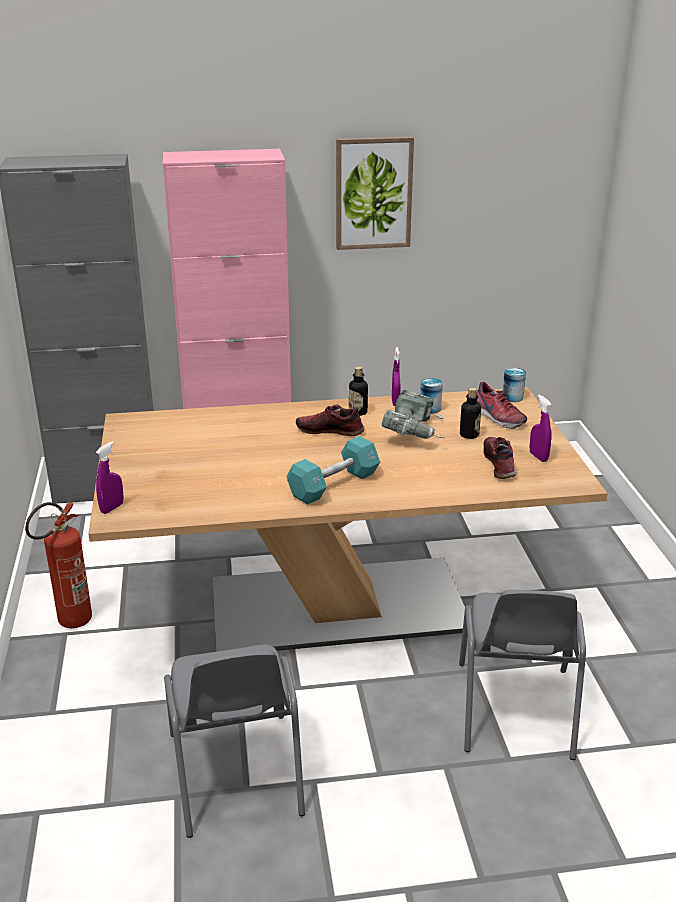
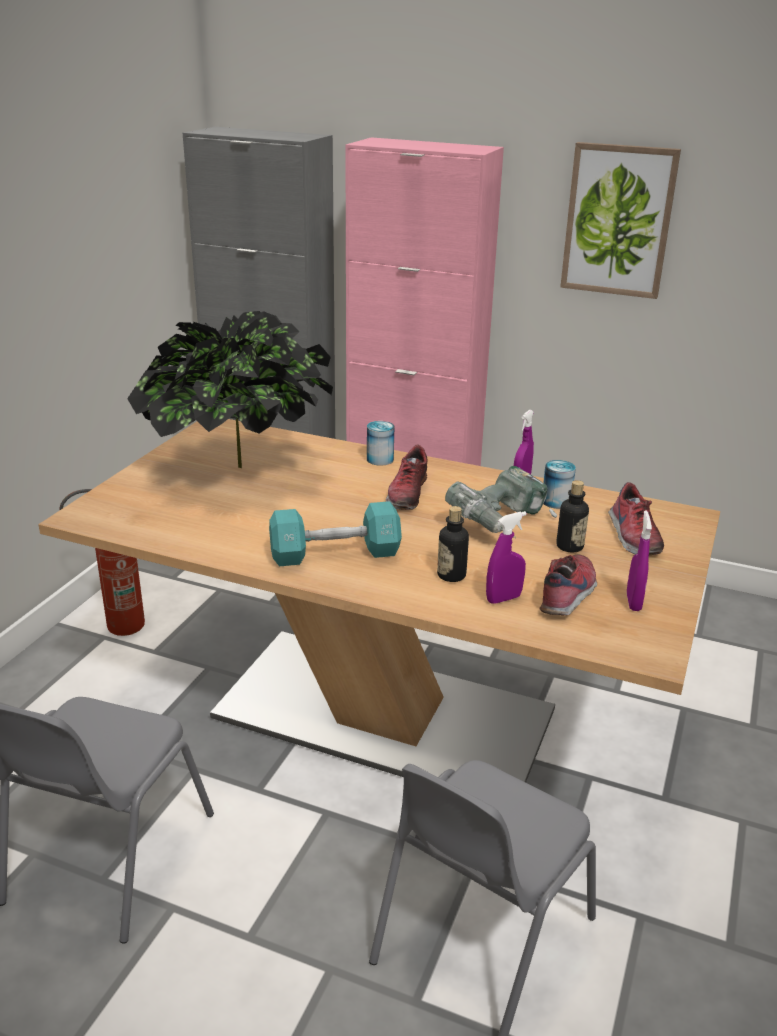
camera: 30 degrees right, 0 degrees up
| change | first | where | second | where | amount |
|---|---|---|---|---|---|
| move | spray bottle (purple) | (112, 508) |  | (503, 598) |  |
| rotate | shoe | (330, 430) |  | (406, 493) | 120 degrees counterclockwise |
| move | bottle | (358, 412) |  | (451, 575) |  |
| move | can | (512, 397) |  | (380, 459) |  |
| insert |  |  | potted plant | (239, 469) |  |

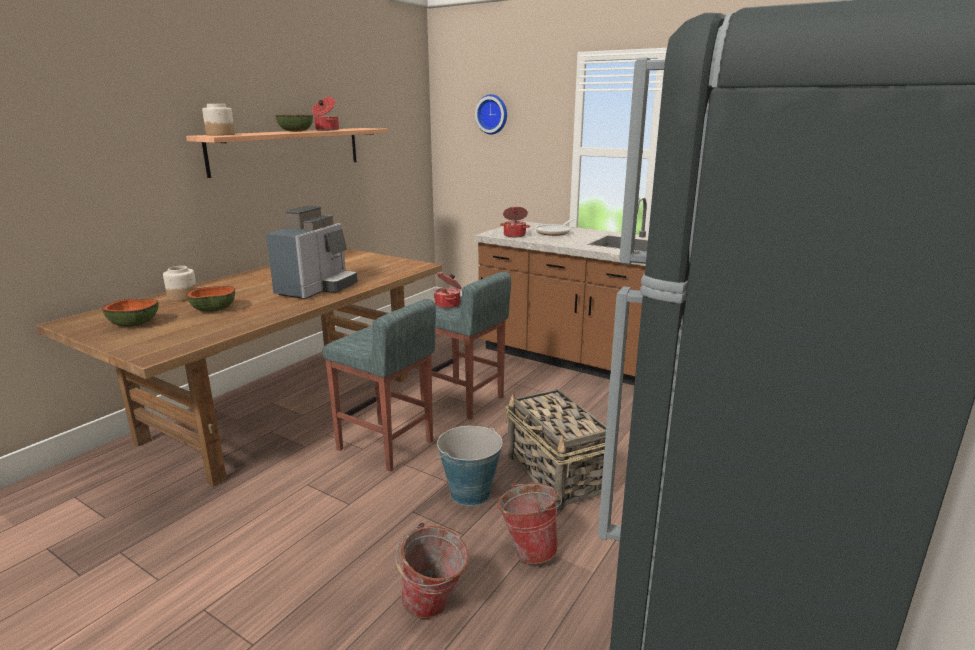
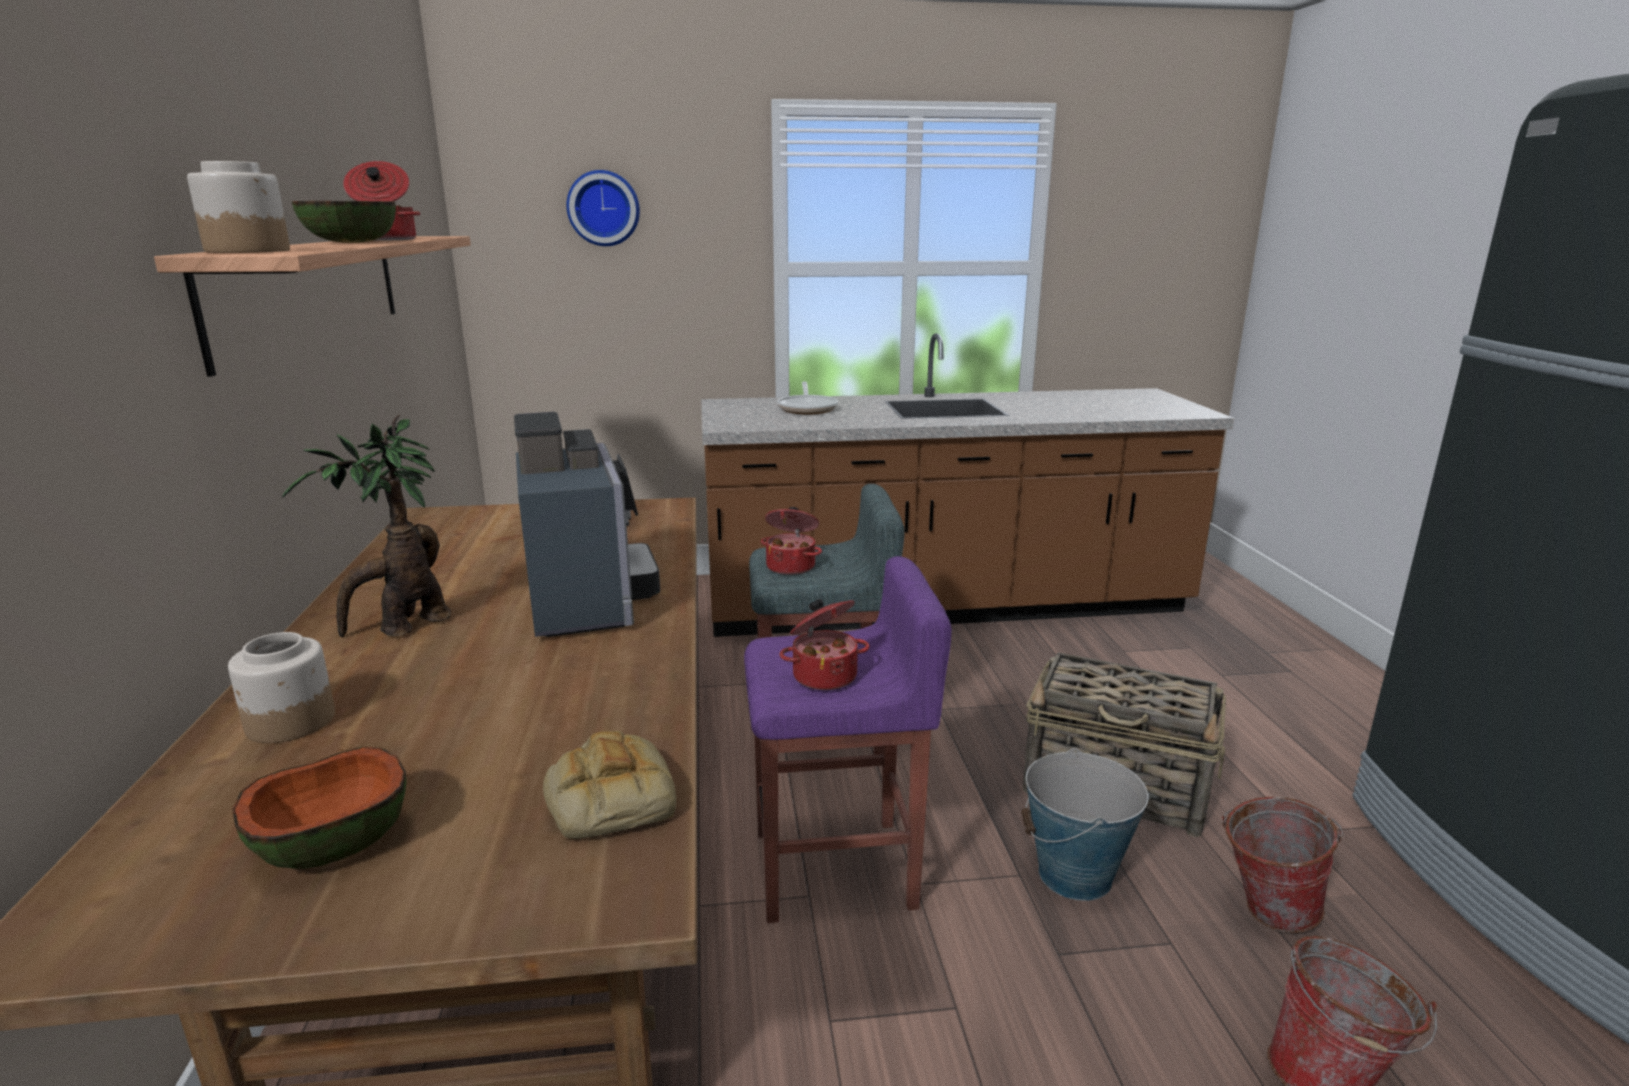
camera: 40 degrees left, 0 degrees up
| change | first | where | second | where | amount |
|---|---|---|---|---|---|
| delete | bowl | (213, 310) |  |  |  |
| recolor | stool (grey) | (386, 446) | stool (purple) | (837, 869) |  |
| move | cooking pot | (515, 235) |  | (824, 675) |  |
| insert |  |  | potted plant | (405, 627) |  |
| insert |  |  | bread | (608, 797) |  |

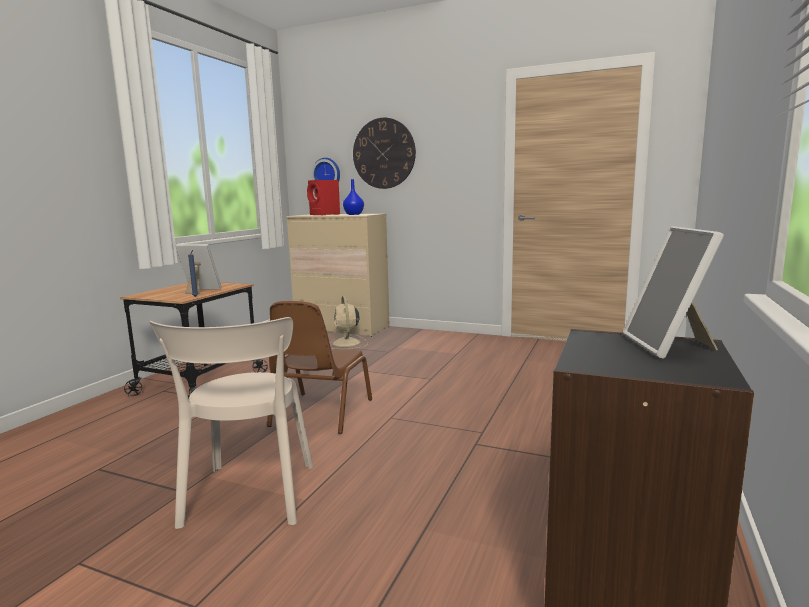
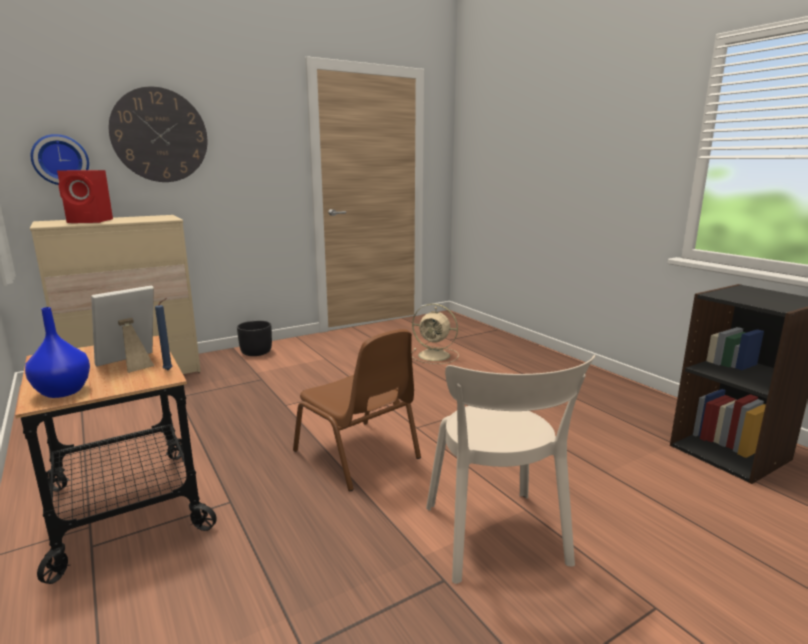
camera: 55 degrees left, 5 degrees up
| change | first | where | second | where | amount |
|---|---|---|---|---|---|
| rotate | chair (beige) | (248, 498) |  | (497, 539) | 45 degrees clockwise |
| move | fan (beige) | (346, 343) |  | (435, 355) |  |
| move | vase (blue) | (354, 214) |  | (64, 391) |  |
| delete | picture frame | (669, 346) |  |  |  |
| insert |  |  | planter (black) | (256, 352) |  |

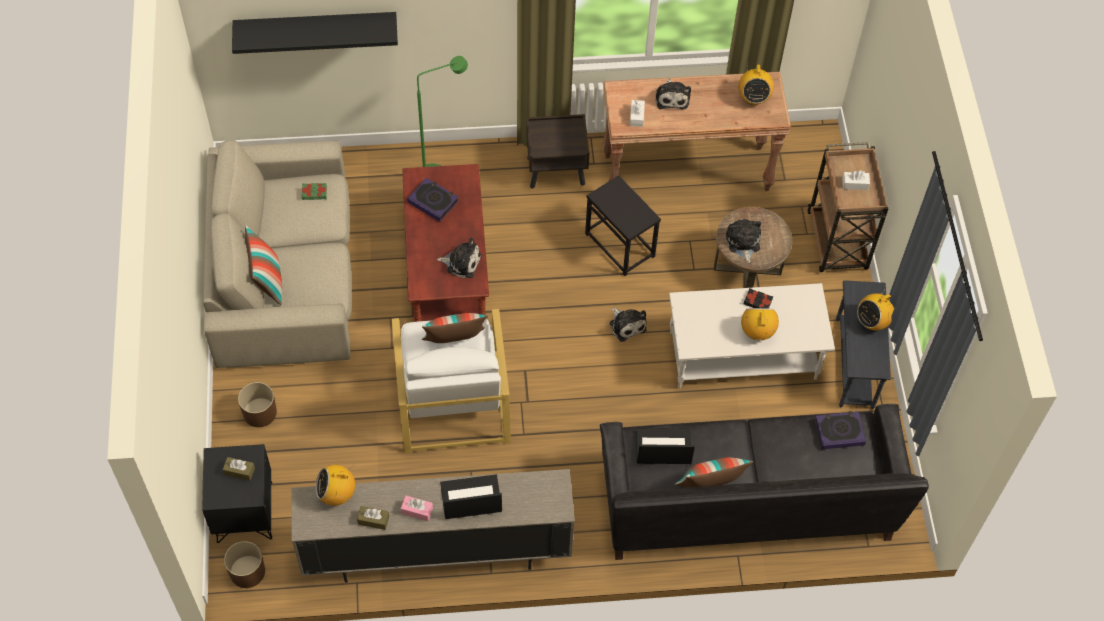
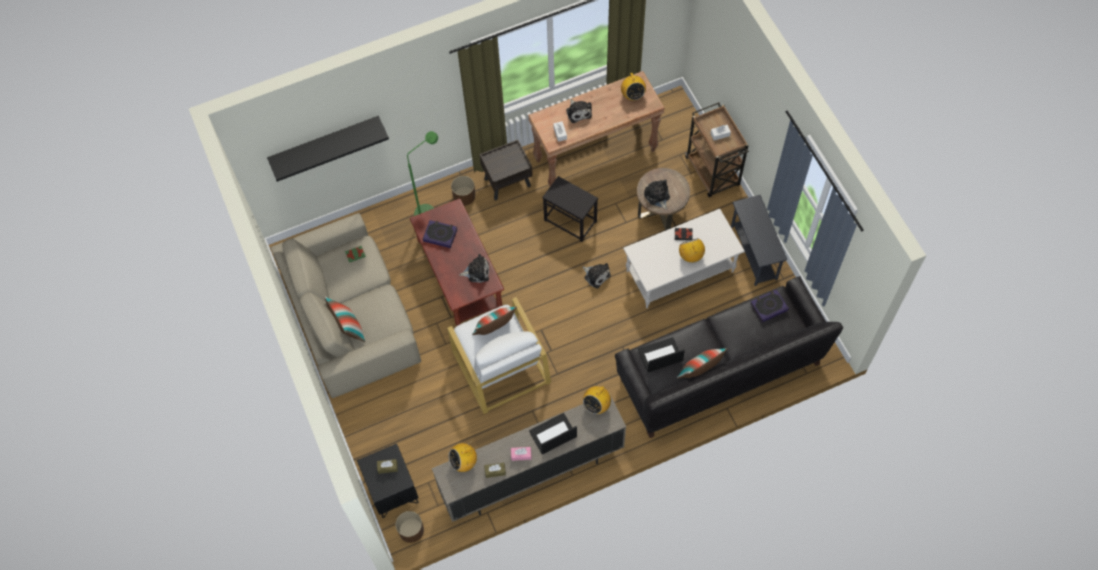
camera: 15 degrees left, 5 degrees up
| change | first | where | second | where | amount |
|---|---|---|---|---|---|
| move | planter (brown) | (259, 412) |  | (464, 196) |  |
| move | radio | (872, 322) |  | (596, 405) |  |

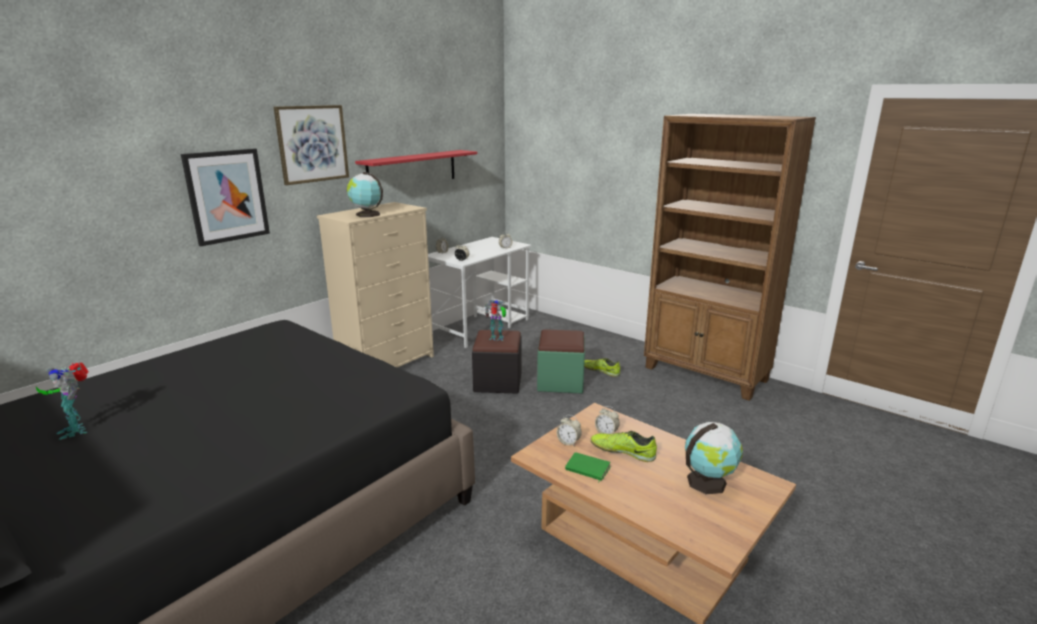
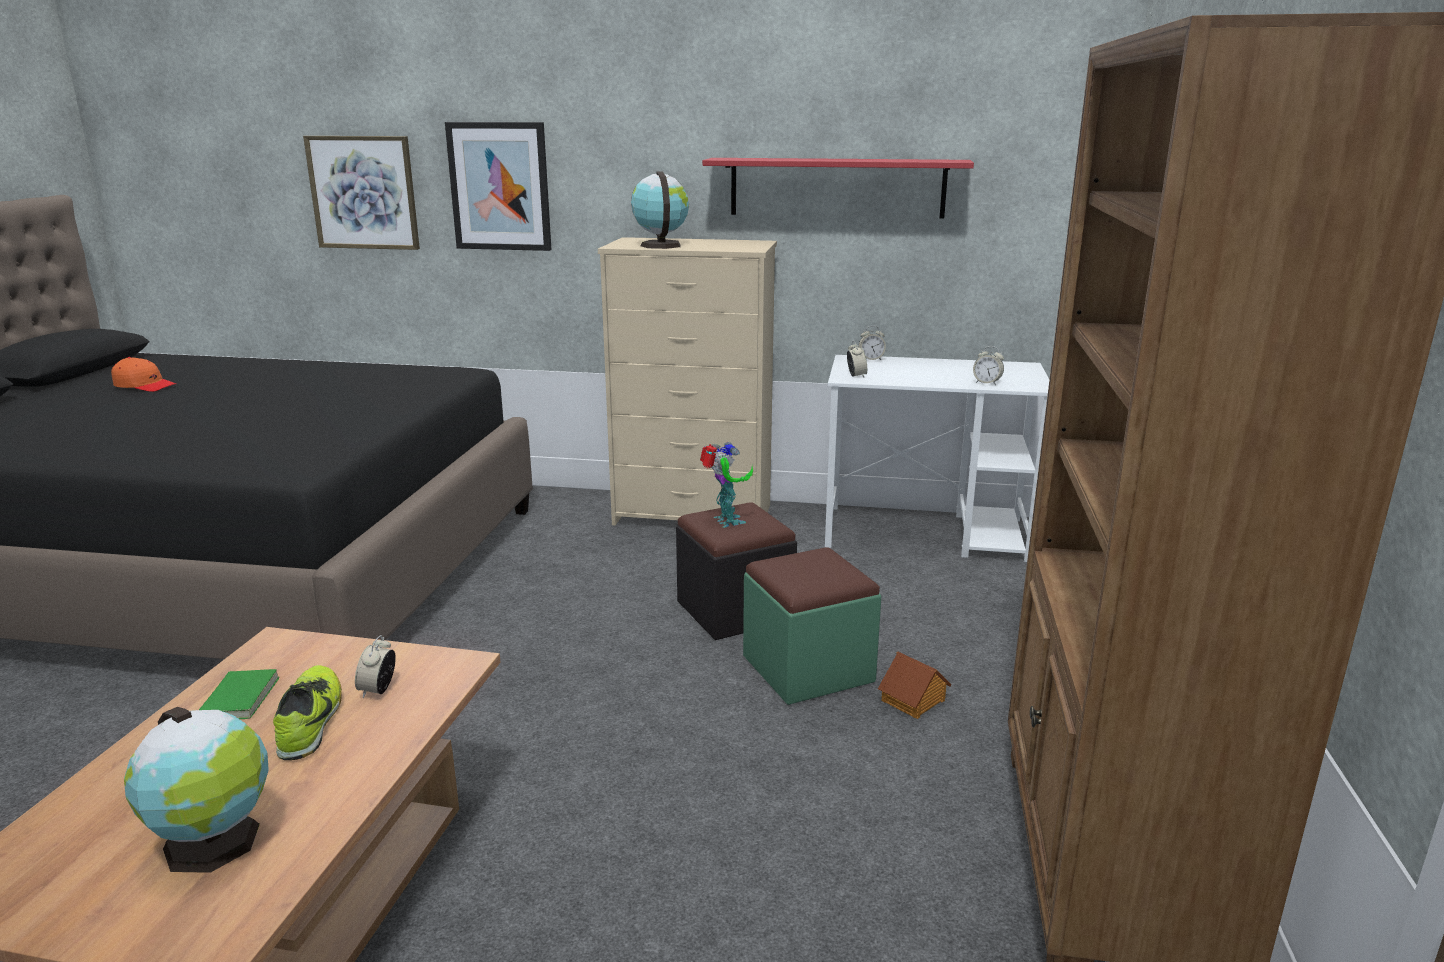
camera: 60 degrees right, 0 degrees up
| change | first | where | second | where | amount |
|---|---|---|---|---|---|
| replace | toy robot | (76, 429) | cap (orange) | (145, 385) |  |
| move | picture | (312, 144) |  | (363, 193) |  |
| delete | alarm clock | (568, 442) |  |  |  |
| replace | shoe | (600, 371) | toy house | (914, 701) |  |

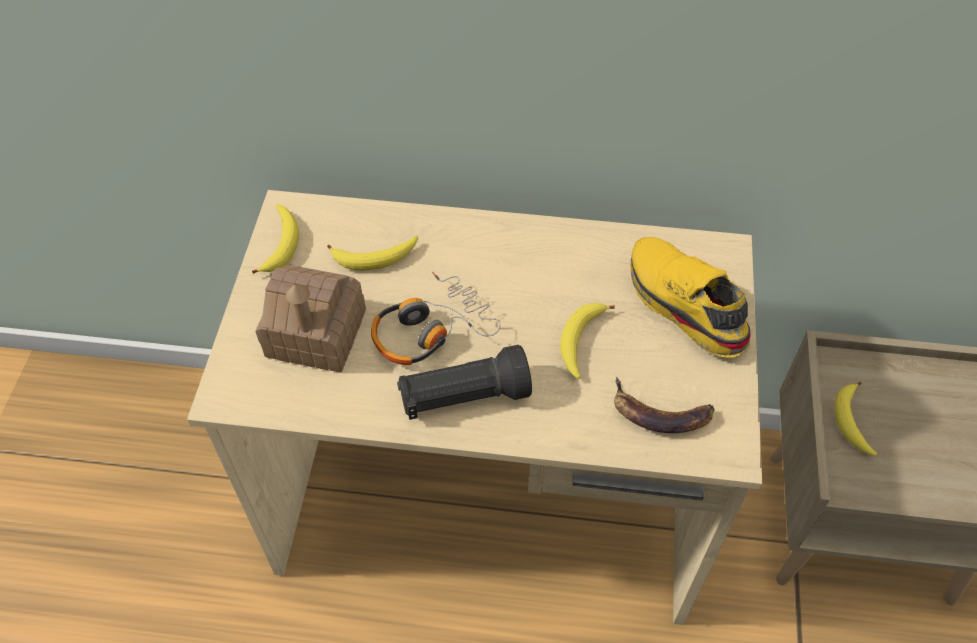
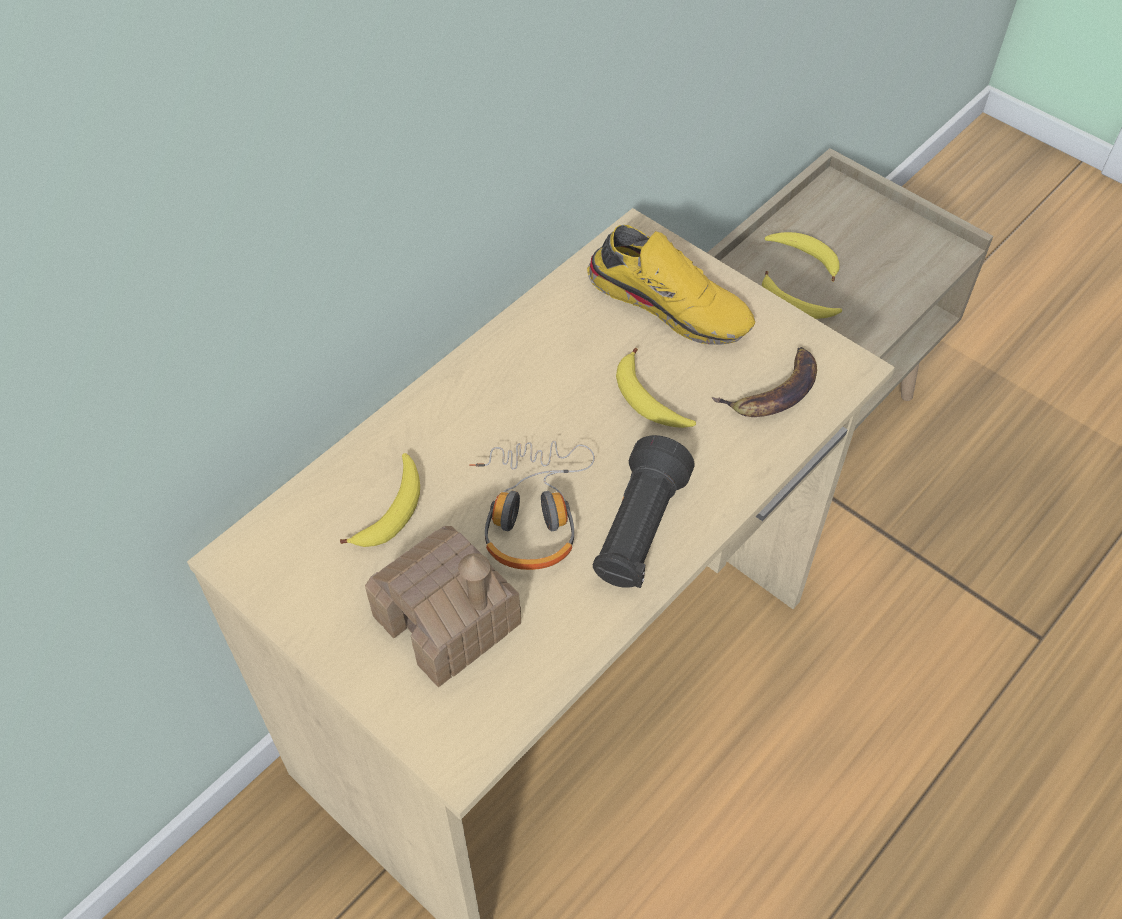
camera: 55 degrees left, 0 degrees up
| change | first | where | second | where | amount |
|---|---|---|---|---|---|
| move | banana | (281, 244) |  | (804, 257) |  |
| rotate | shoe (yellow) | (682, 306) |  | (671, 303) | 150 degrees counterclockwise |

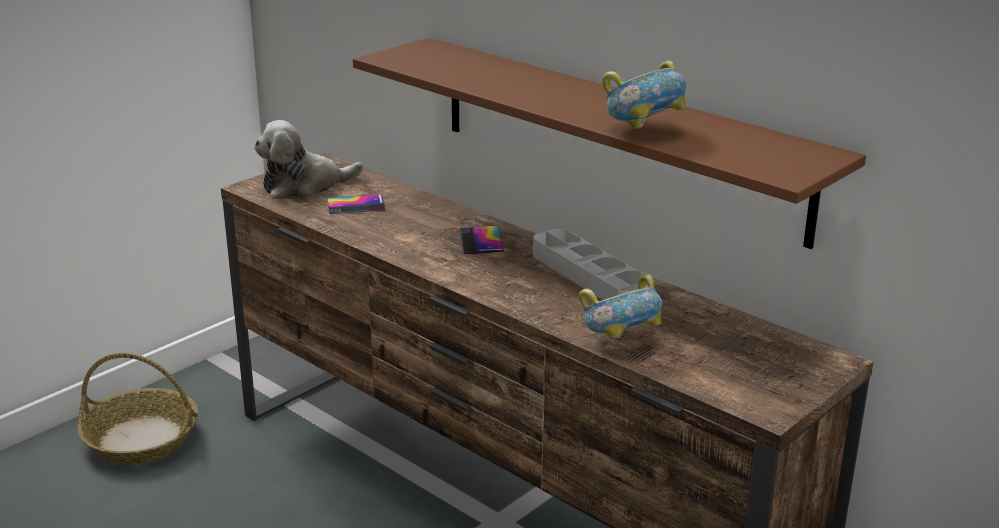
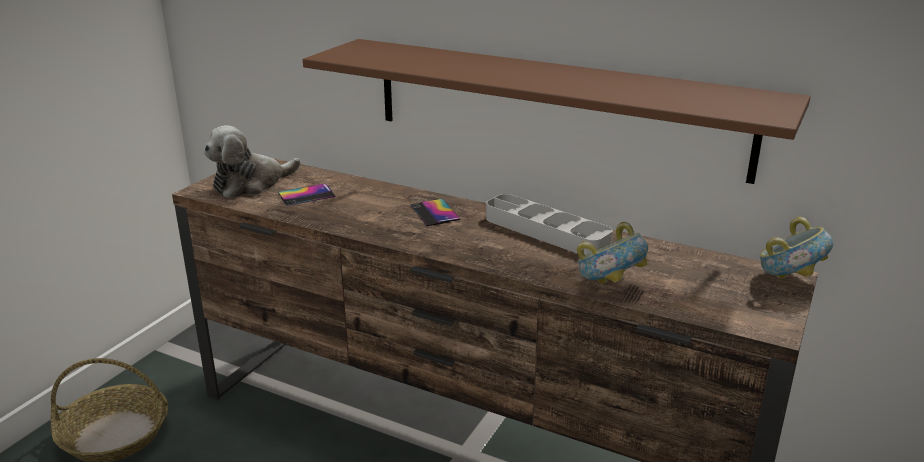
camera: 15 degrees left, 0 degrees up
| change | first | where | second | where | amount |
|---|---|---|---|---|---|
| move | bowl | (643, 131) |  | (789, 280) |  |

